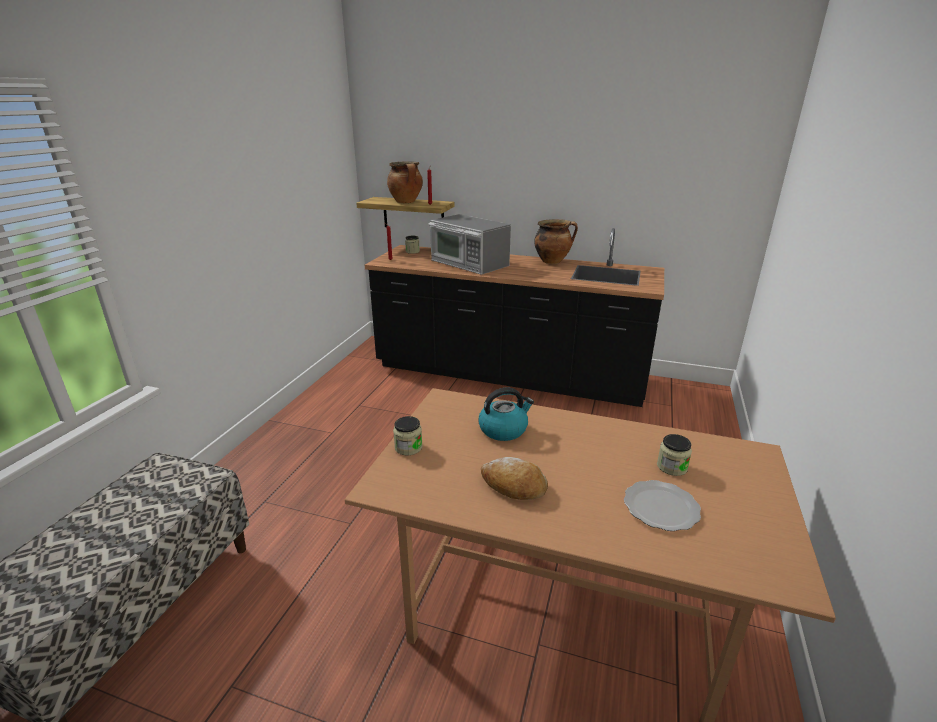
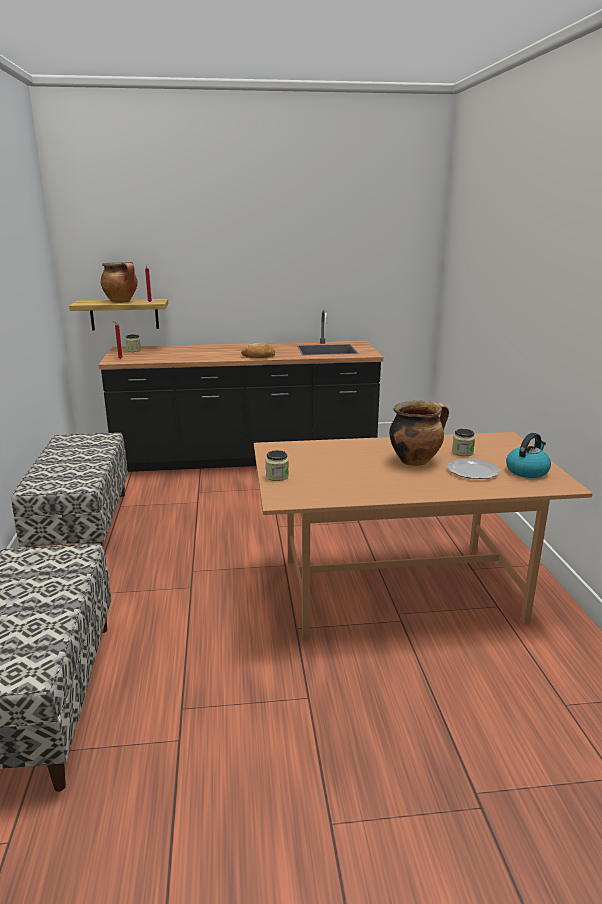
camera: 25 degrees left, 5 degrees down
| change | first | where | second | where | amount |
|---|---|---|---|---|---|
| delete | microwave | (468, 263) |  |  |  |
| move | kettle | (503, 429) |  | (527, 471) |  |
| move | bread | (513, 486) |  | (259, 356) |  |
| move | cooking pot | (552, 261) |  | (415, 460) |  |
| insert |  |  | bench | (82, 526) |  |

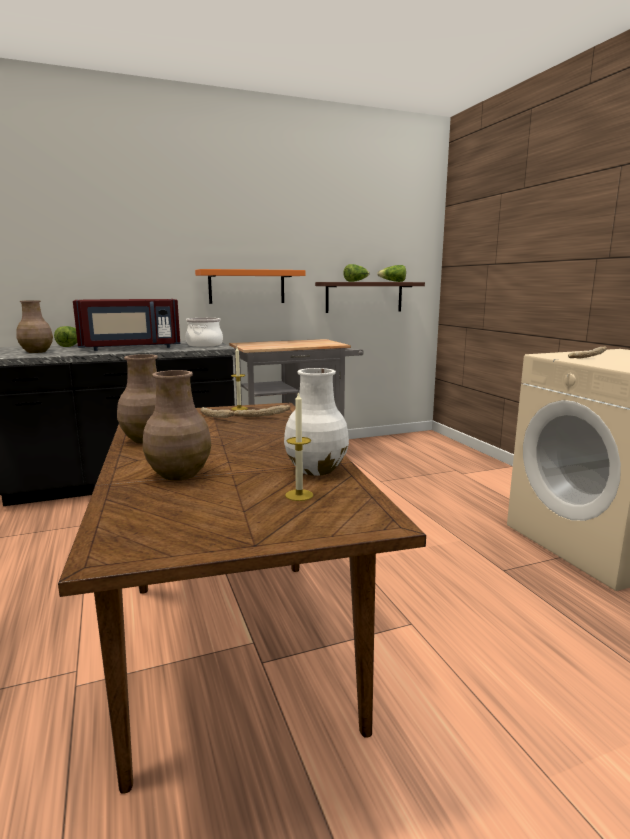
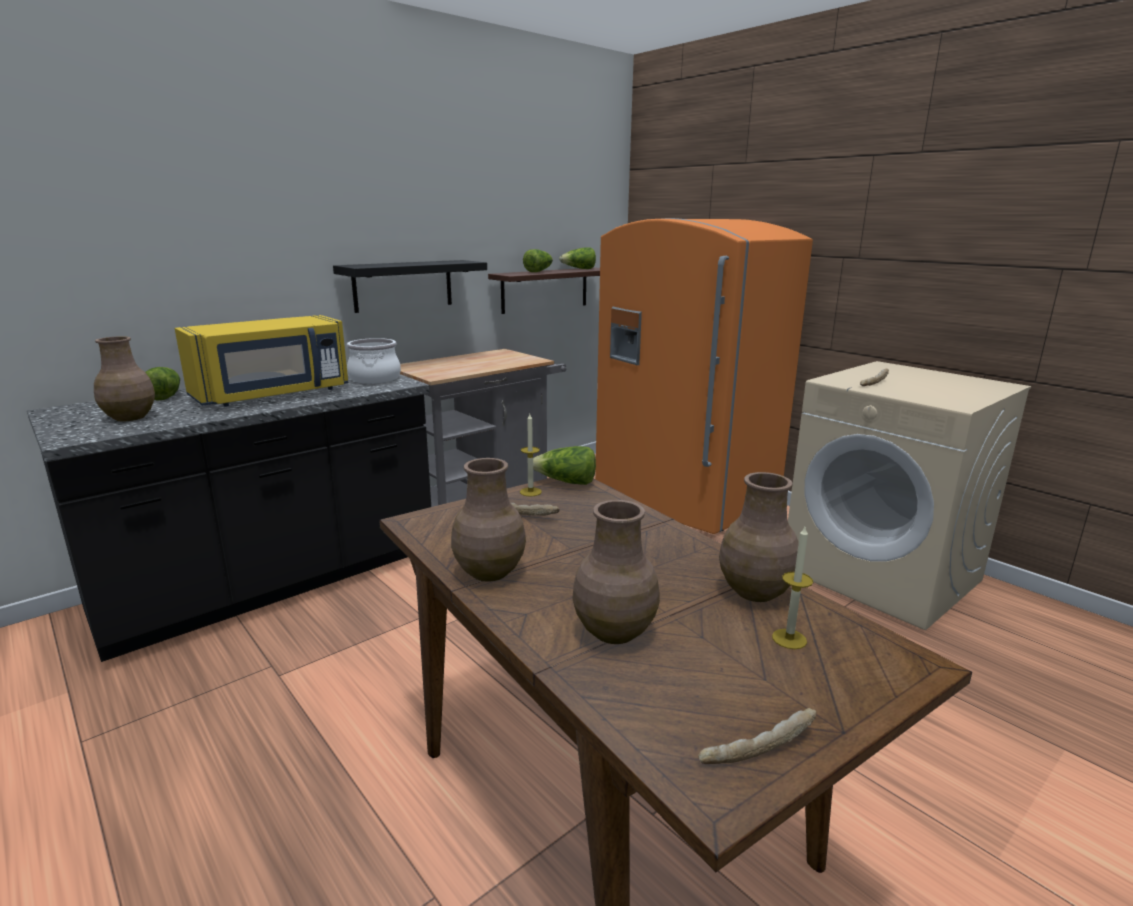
camera: 20 degrees left, 5 degrees up
| change | first | where | second | where | amount |
|---|---|---|---|---|---|
| recolor | microwave (red) | (130, 348) | microwave (yellow) | (273, 395) |  |
| recolor | shelf (orange) | (247, 286) | shelf (black) | (403, 285) |  |
| move | bread | (262, 416) |  | (756, 747) |  |
| recolor | vase (white) | (315, 470) | vase (brown) | (755, 592) |  |
| insert |  |  | lettuce | (566, 482) |  |
| insert |  |  | fridge (orange) | (682, 497) |  |

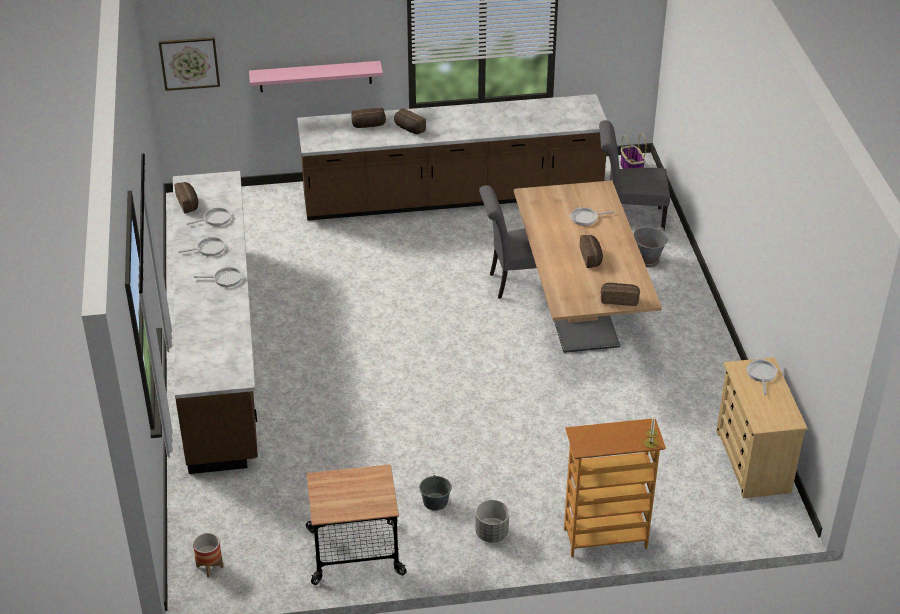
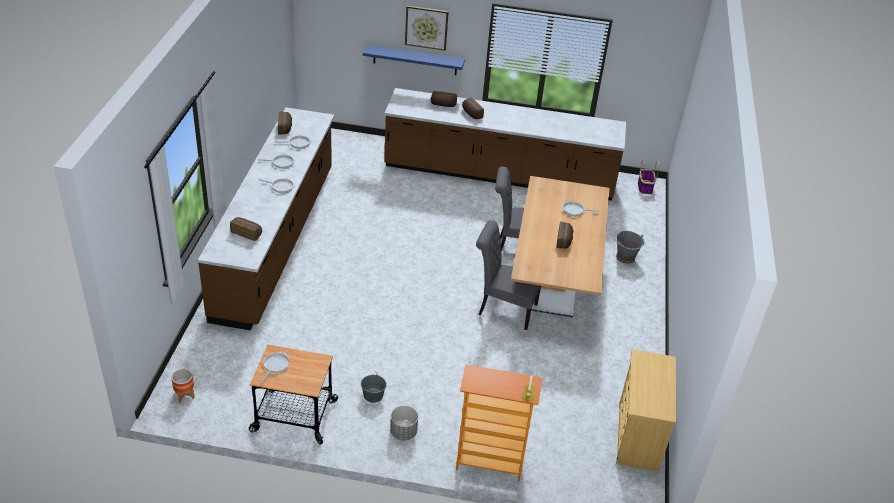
camera: 15 degrees right, 0 degrees up
| change | first | where | second | where | amount |
|---|---|---|---|---|---|
| move | picture | (189, 63) |  | (426, 27) |  |
| recolor | shelf (pink) | (315, 76) | shelf (blue) | (415, 60) |  |
| move | chair (grey) | (629, 219) |  | (503, 309) |  |
| move | bread | (619, 299) |  | (247, 233) |  |
| move | frying pan | (761, 374) |  | (275, 365) |  |

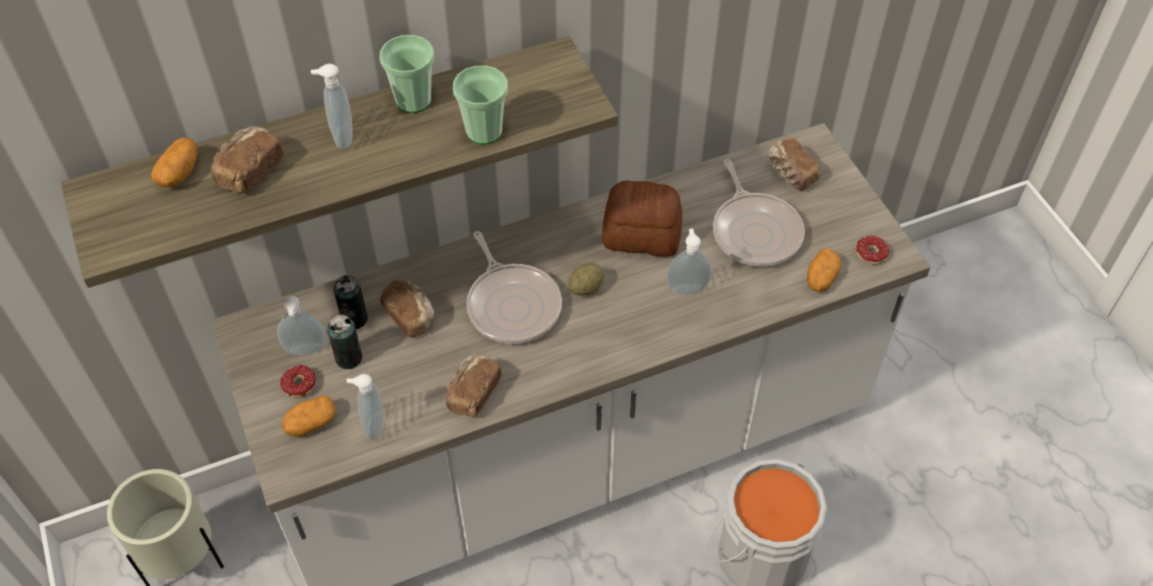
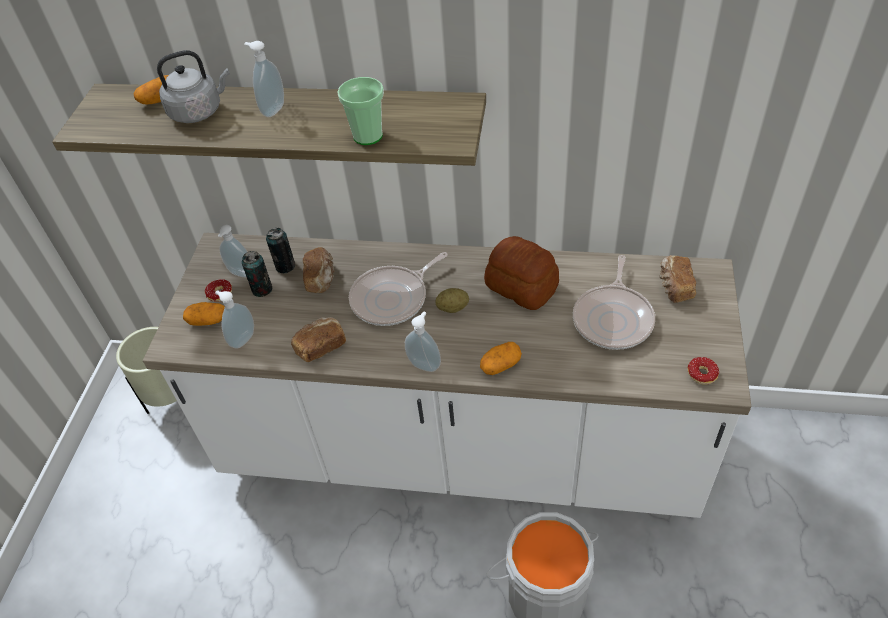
camera: 35 degrees right, 5 degrees down
| change | first | where | second | where | amount |
|---|---|---|---|---|---|
| replace | bread | (249, 171) | kettle (grey) | (199, 111) |  |
| delete | cup | (413, 100) |  |  |  |
| rotate | frying pan | (512, 304) |  | (393, 298) | 45 degrees clockwise |
| move | soap dispenser | (686, 287) |  | (425, 364) |  |
| move | potato | (821, 278) |  | (500, 365) |  |

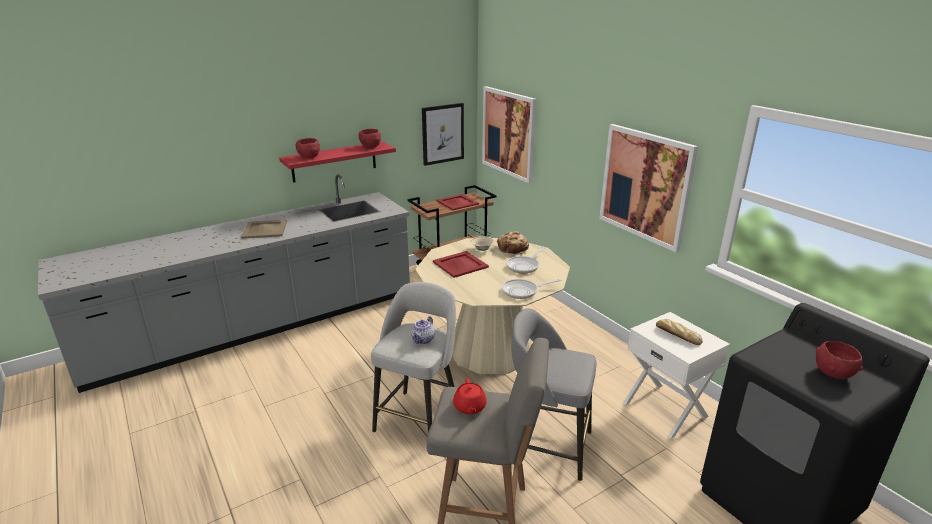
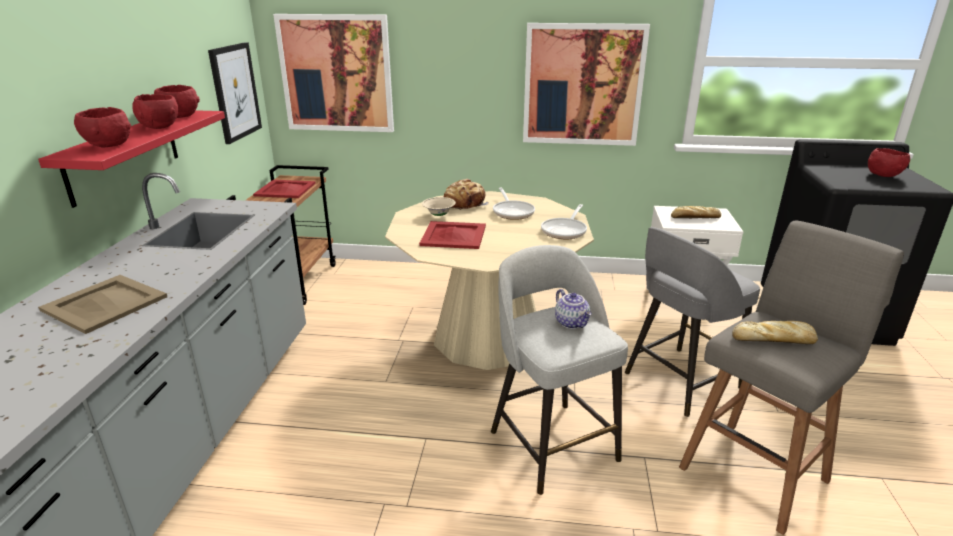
camera: 50 degrees left, 0 degrees up
| change | first | where | second | where | amount |
|---|---|---|---|---|---|
| replace | teapot (red) | (469, 407) | bread | (775, 339) |  |
| insert |  |  | bowl (red) | (159, 127) |  |

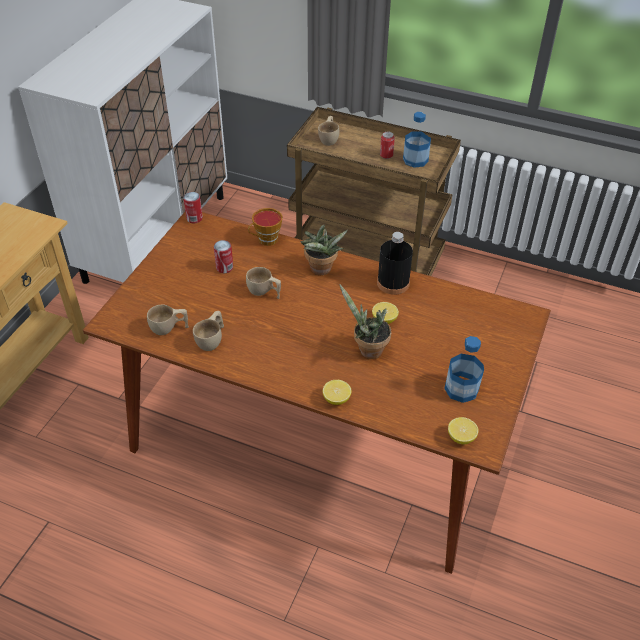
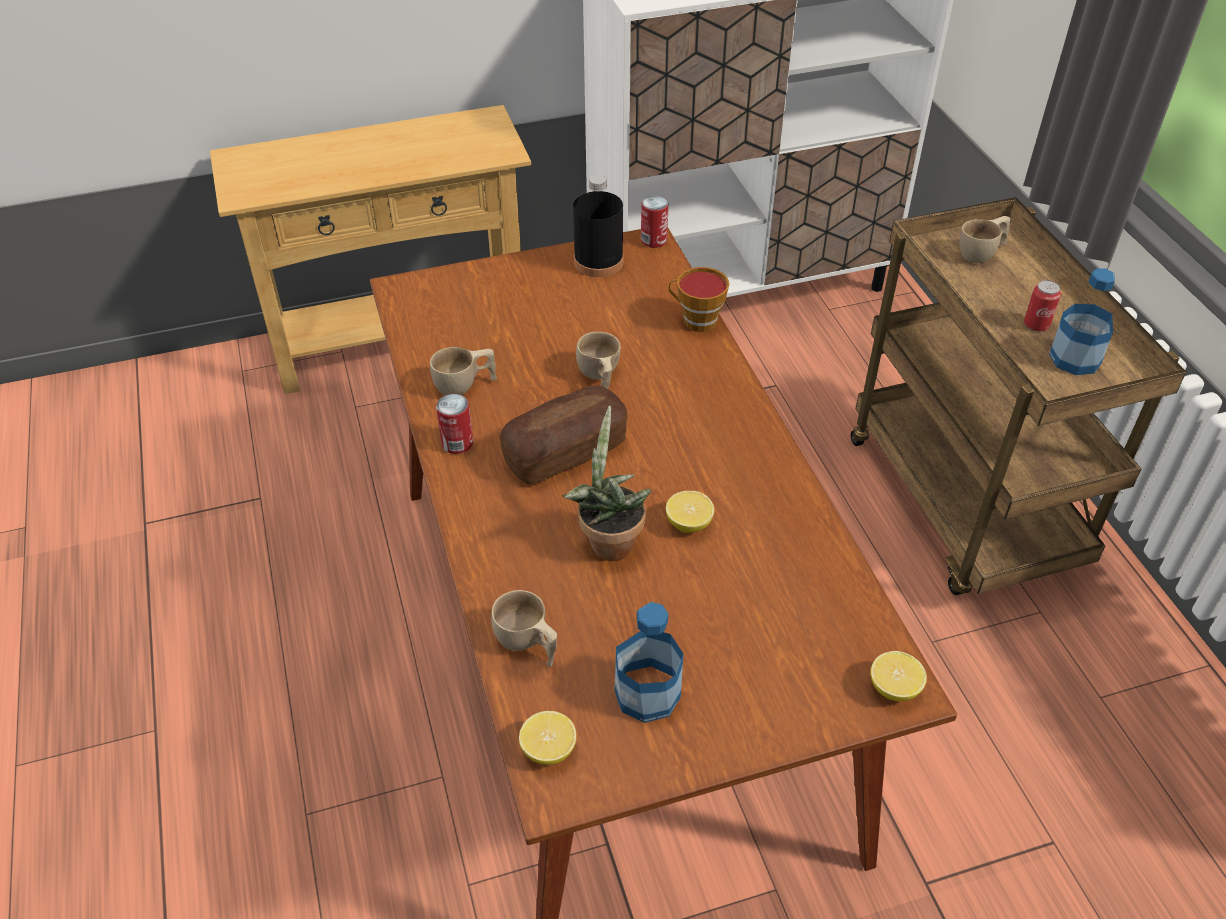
camera: 50 degrees right, 0 degrees up
| change | first | where | second | where | amount |
|---|---|---|---|---|---|
| move | cup (beige) | (169, 329) |  | (527, 644) |  |
| move | can | (224, 267) |  | (457, 443) |  |
| delete | potted plant | (321, 271) |  |  |  |
| move | lemon | (336, 399) |  | (894, 688) |  |
| move | bottle (black) | (393, 283) |  | (598, 262) |  |
| insert |  |  | bread | (565, 451) |  |

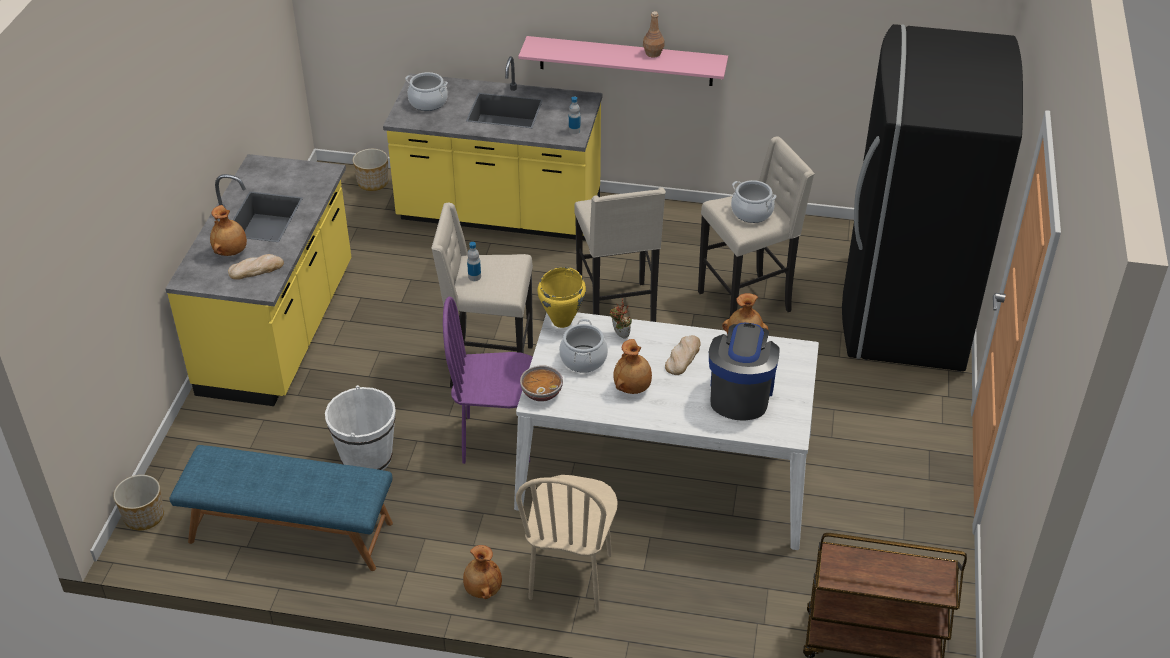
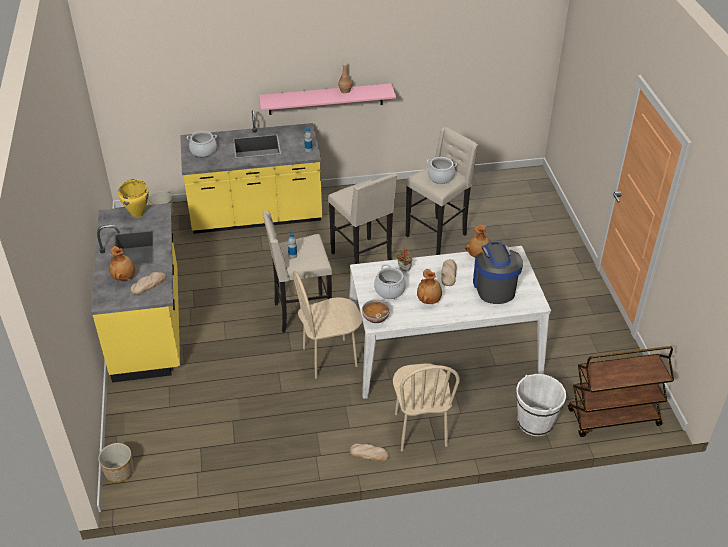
camera: 20 degrees left, 0 degrees up
| change | first | where | second | where | amount |
|---|---|---|---|---|---|
| delete | bench (blue) | (290, 533) |  |  |  |
| move | bucket (white) | (367, 457) |  | (535, 422) |  |
| recolor | chair (purple) | (497, 439) | chair (beige) | (330, 358) |  |
| replace | vase (brown) | (482, 589) | bread | (369, 454) |  |
| move | cooking pot (yellow) | (562, 321) |  | (138, 213) |  |
| delete | fridge (black) | (904, 311) |  |  |  |

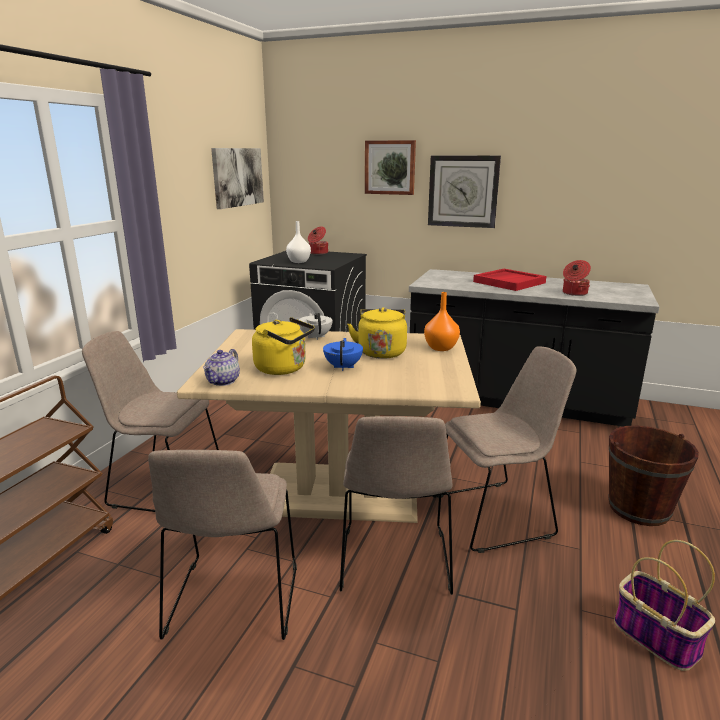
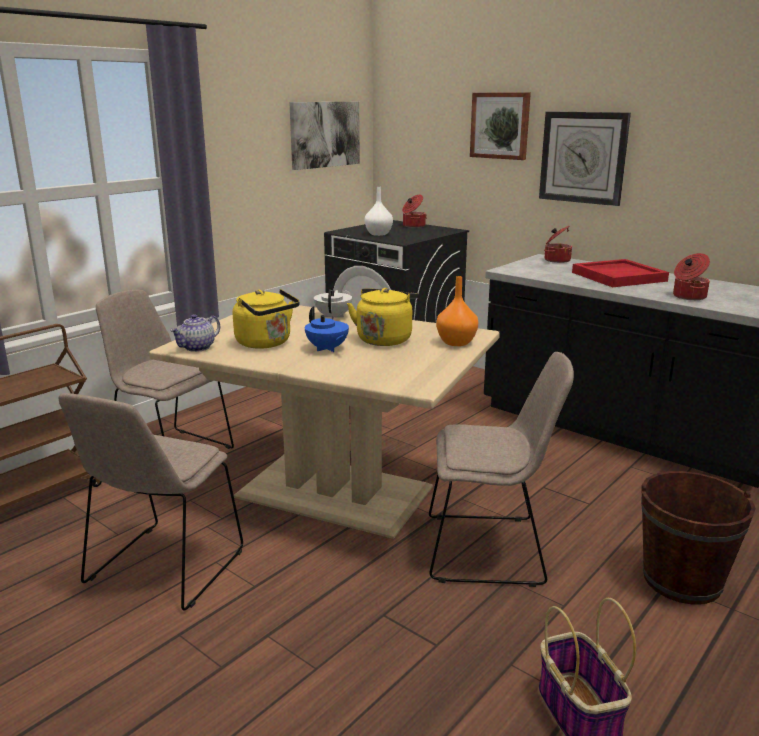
camera: 20 degrees right, 0 degrees up
| change | first | where | second | where | amount |
|---|---|---|---|---|---|
| rotate | teapot (blue) | (343, 367) |  | (327, 349) | 120 degrees clockwise |
| delete | chair (beige) | (394, 563) |  |  |  |
| insert |  |  | cooking pot | (556, 260) |  |

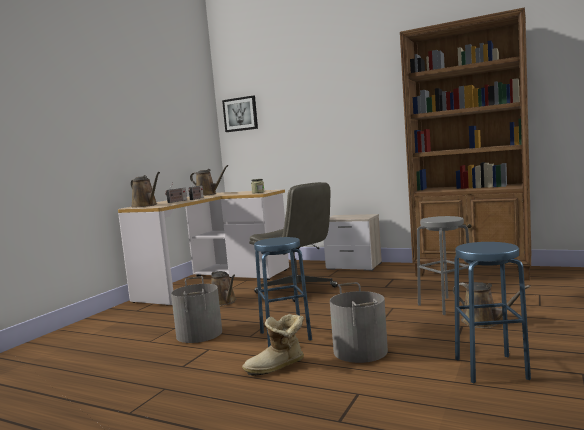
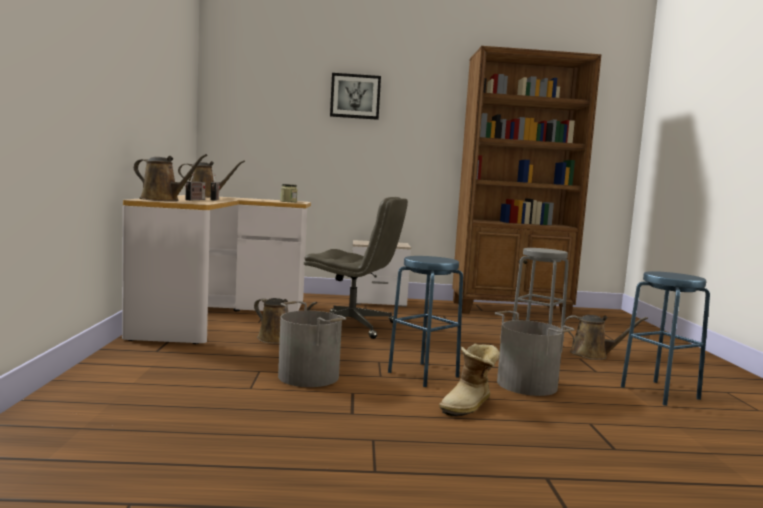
camera: 30 degrees left, 0 degrees up
| change | first | where | second | where | amount |
|---|---|---|---|---|---|
| move | picture | (240, 114) |  | (355, 96) |  |

